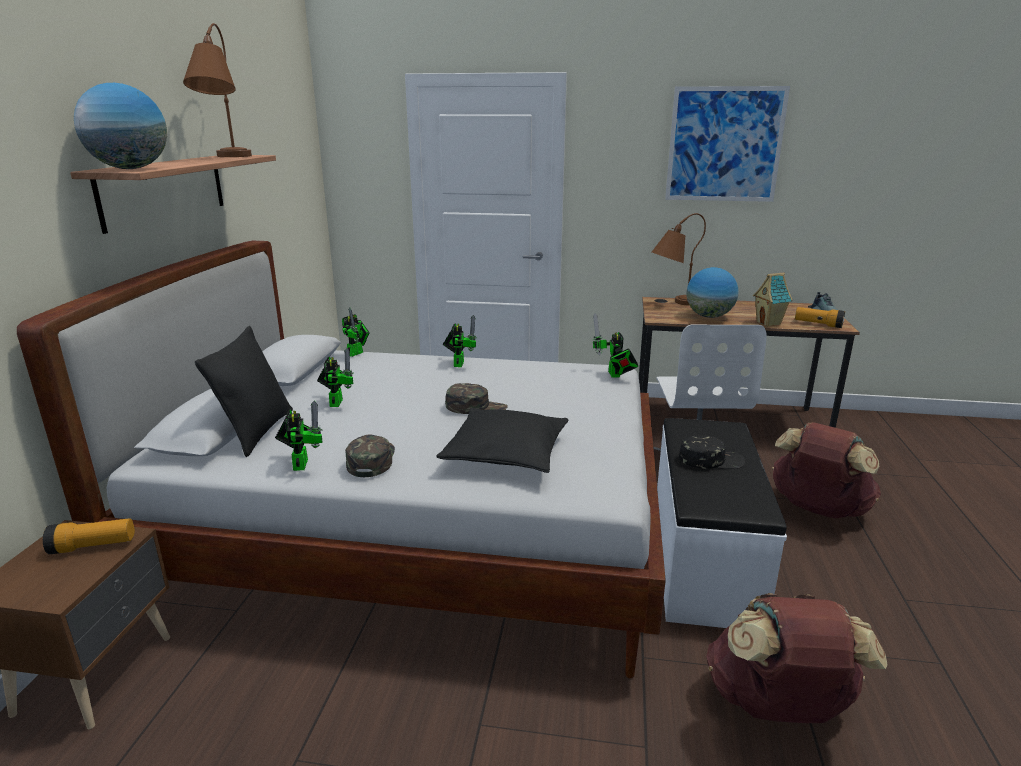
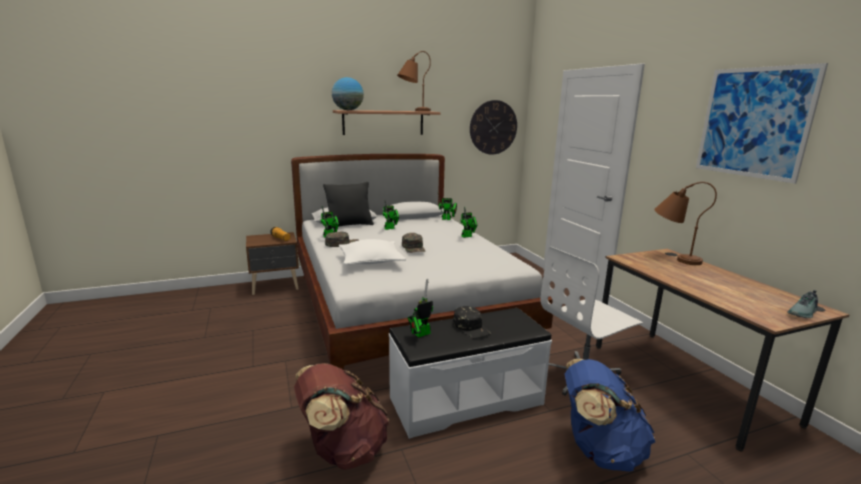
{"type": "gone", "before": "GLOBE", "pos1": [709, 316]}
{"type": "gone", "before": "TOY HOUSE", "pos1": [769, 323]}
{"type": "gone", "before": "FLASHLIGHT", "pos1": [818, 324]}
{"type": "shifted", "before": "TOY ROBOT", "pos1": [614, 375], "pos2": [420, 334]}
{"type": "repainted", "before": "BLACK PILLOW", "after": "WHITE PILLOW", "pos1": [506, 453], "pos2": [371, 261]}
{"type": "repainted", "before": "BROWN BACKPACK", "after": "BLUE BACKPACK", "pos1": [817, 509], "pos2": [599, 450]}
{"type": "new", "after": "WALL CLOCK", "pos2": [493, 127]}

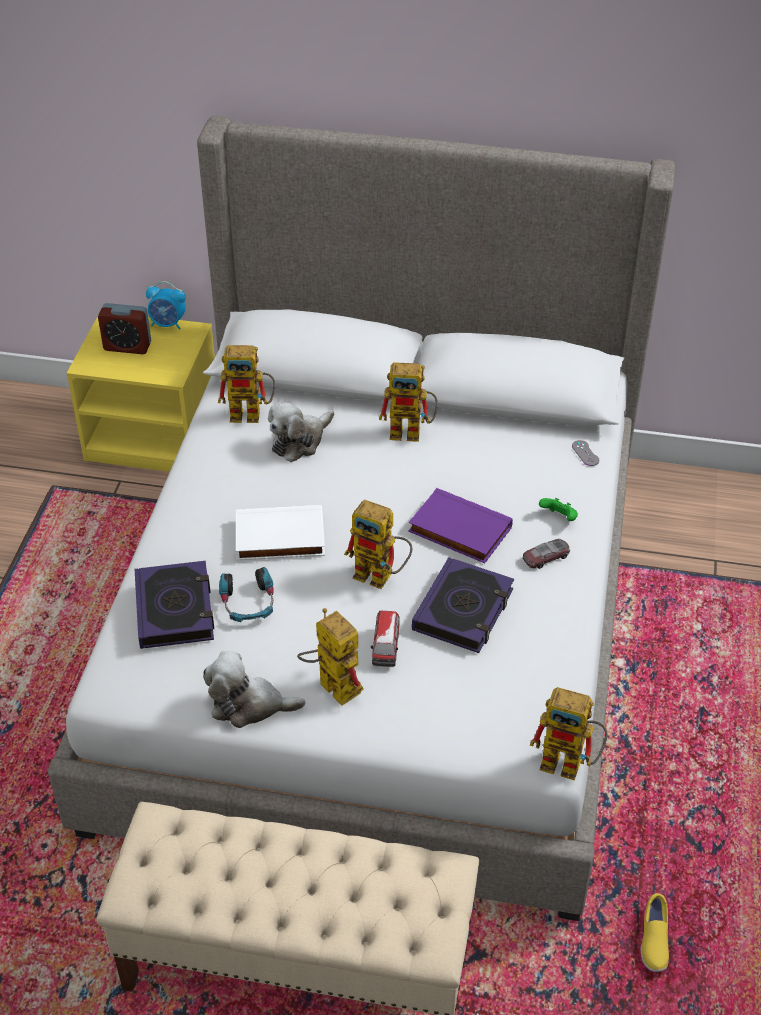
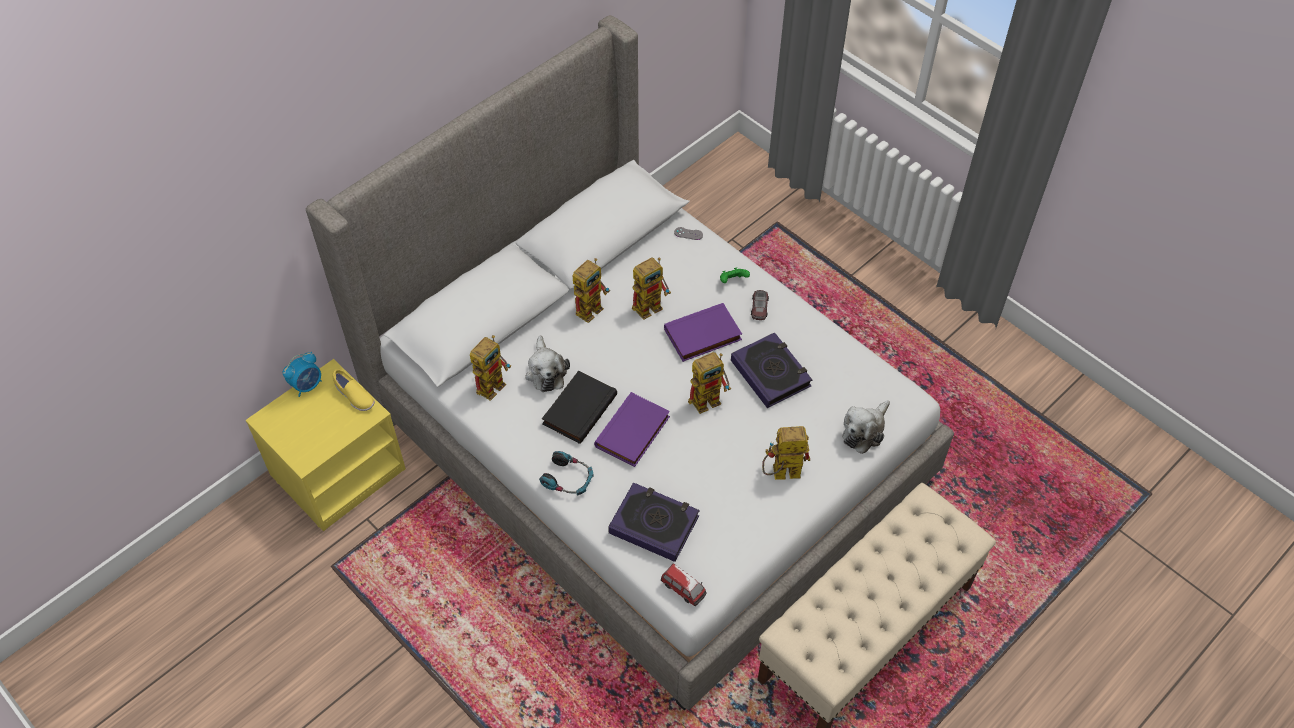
{"type": "gone", "before": "ALARM CLOCK", "pos1": [127, 346]}
{"type": "repainted", "before": "WHITE BOOK", "after": "PURPLE BOOK", "pos1": [279, 539], "pos2": [633, 433]}
{"type": "shifted", "before": "HEADPHONES", "pos1": [248, 603], "pos2": [568, 479]}
{"type": "shifted", "before": "TOY CAR", "pos1": [386, 648], "pos2": [683, 589]}
{"type": "shifted", "before": "PLUSH TOY", "pos1": [249, 705], "pos2": [864, 431]}
{"type": "shifted", "before": "TOY ROBOT", "pos1": [570, 764], "pos2": [651, 304]}
{"type": "shifted", "before": "YELLOW SHOE", "pos1": [653, 941], "pos2": [354, 397]}
{"type": "new", "after": "BLACK BOOK", "pos2": [578, 408]}

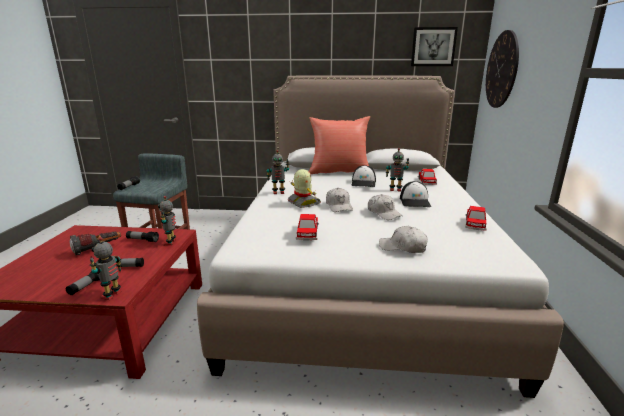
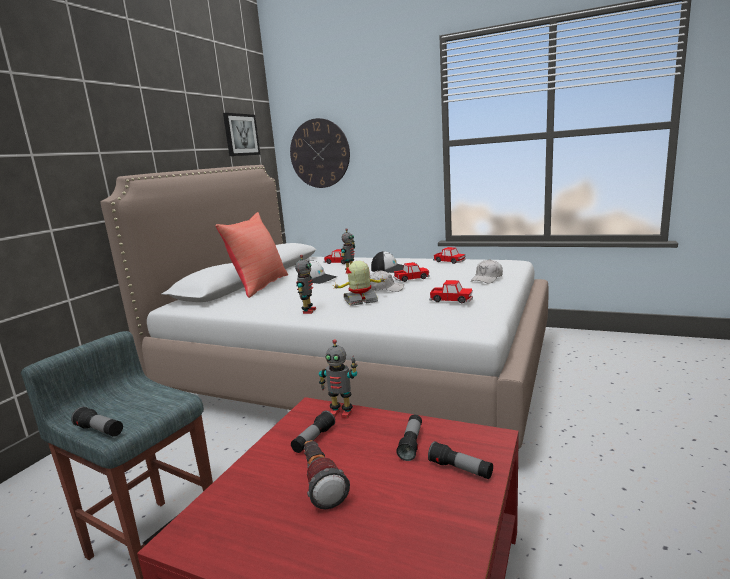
{"type": "swapped", "before": "WHITE CAP", "after": "TOY CAR", "pos1": [384, 213], "pos2": [411, 278]}
{"type": "gone", "before": "TOY ROBOT", "pos1": [112, 295]}

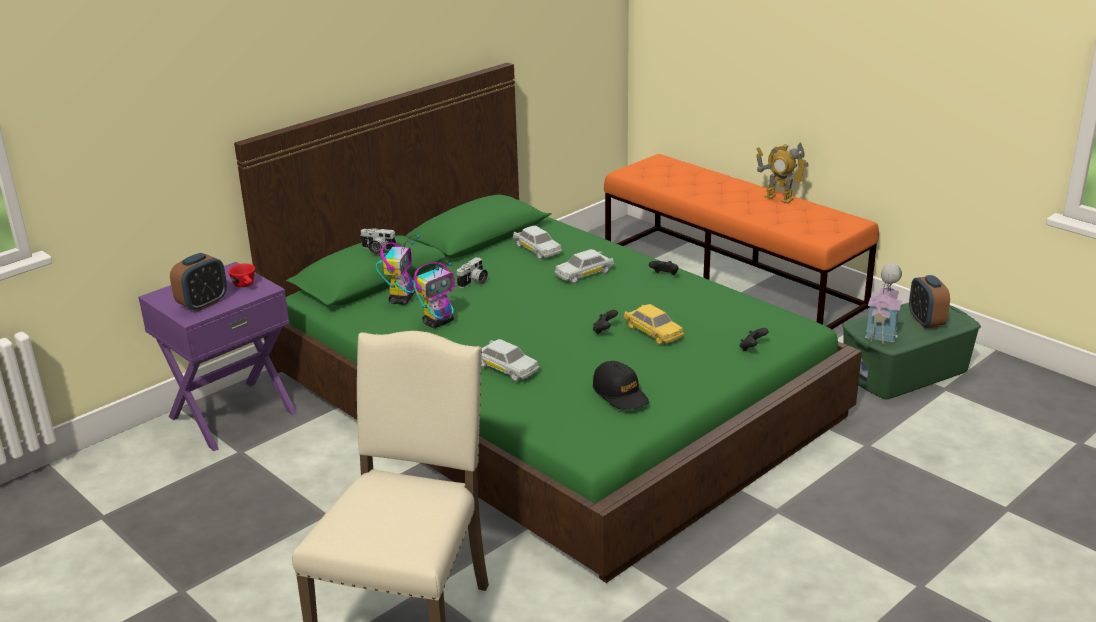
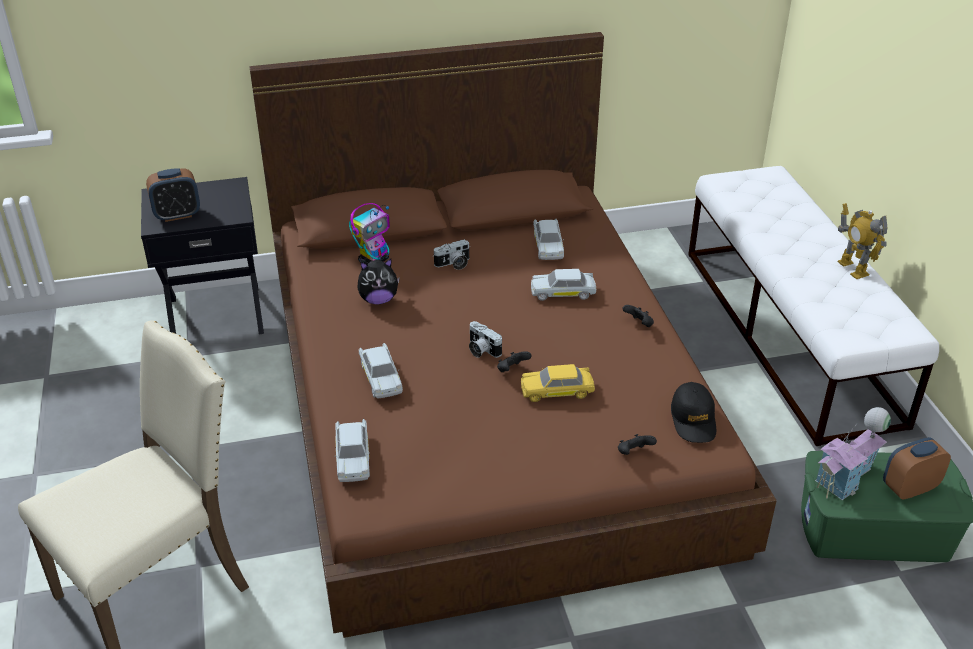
{"type": "repainted", "before": "GREEN BED", "after": "BROWN BED", "pos1": [549, 392], "pos2": [486, 400]}
{"type": "repainted", "before": "ORANGE BENCH", "after": "WHITE BENCH", "pos1": [731, 278], "pos2": [790, 334]}
{"type": "shifted", "before": "PHOTO CAMERA", "pos1": [377, 250], "pos2": [481, 350]}
{"type": "swapped", "before": "TOY ROBOT", "after": "PLUSH TOY", "pos1": [438, 322], "pos2": [378, 300]}
{"type": "repainted", "before": "PURPLE NIGHTSTAND", "after": "BLACK NIGHTSTAND", "pos1": [231, 414], "pos2": [216, 314]}
{"type": "gone", "before": "RED CUP", "pos1": [245, 285]}
{"type": "rotated", "before": "ALARM CLOCK", "pos1": [926, 321], "pos2": [909, 488], "turn": 45}
{"type": "rotated", "before": "YELLOW TOY CAR", "pos1": [653, 332], "pos2": [557, 390], "turn": 90}
{"type": "shifted", "before": "BLACK CAP", "pos1": [620, 394], "pos2": [693, 419]}
{"type": "new", "after": "WHITE TOY CAR", "pos2": [353, 457]}

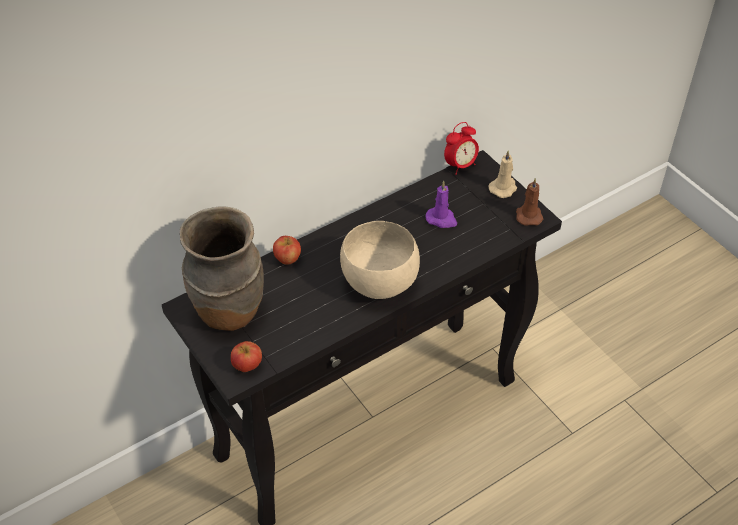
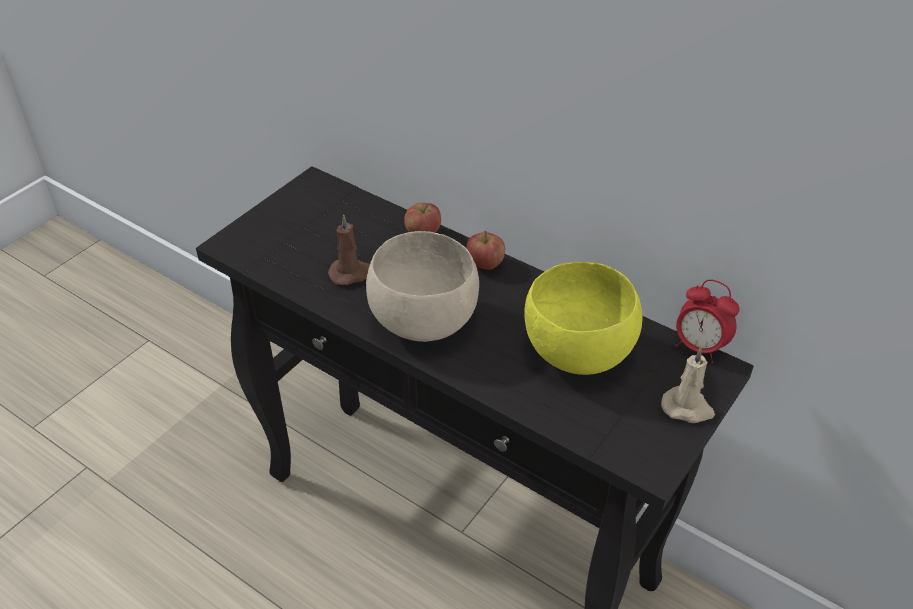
{"type": "shifted", "before": "BROWN CANDLE", "pos1": [528, 215], "pos2": [351, 273]}
{"type": "swapped", "before": "PURPLE CANDLE", "after": "YELLOW BOWL", "pos1": [442, 219], "pos2": [576, 354]}
{"type": "gone", "before": "BROWN VASE", "pos1": [228, 311]}
{"type": "shifted", "before": "APPLE", "pos1": [247, 365], "pos2": [485, 264]}

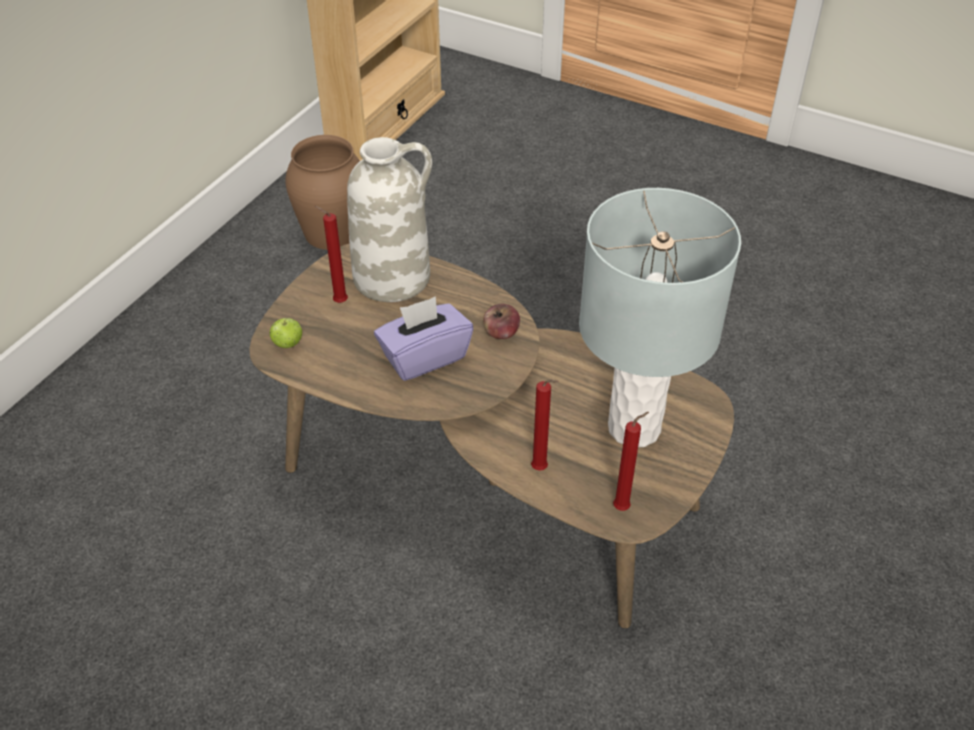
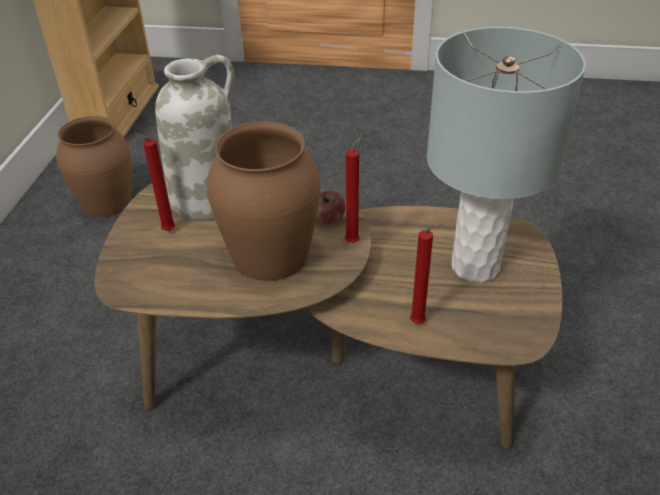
{"type": "swapped", "before": "PURPLE TISSUE BOX", "after": "BROWN VASE", "pos1": [424, 357], "pos2": [270, 255]}
{"type": "gone", "before": "APPLE", "pos1": [288, 344]}
{"type": "shifted", "before": "RED CANDLE", "pos1": [624, 507], "pos2": [354, 241]}

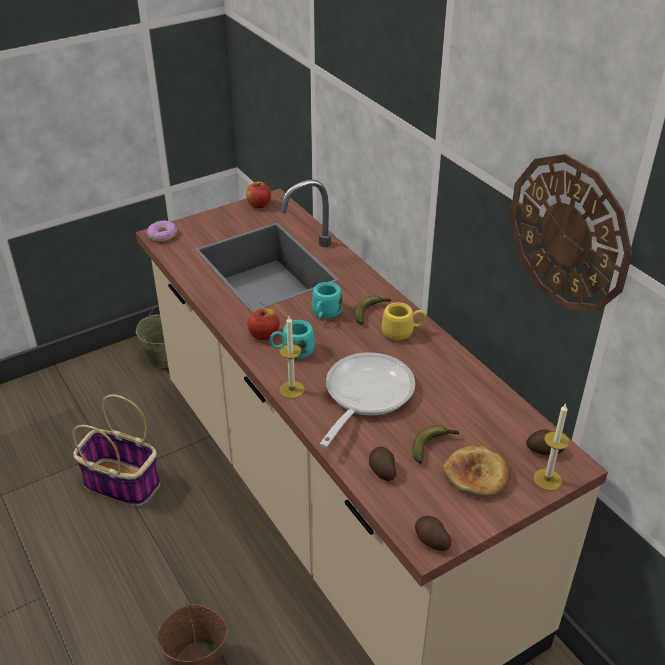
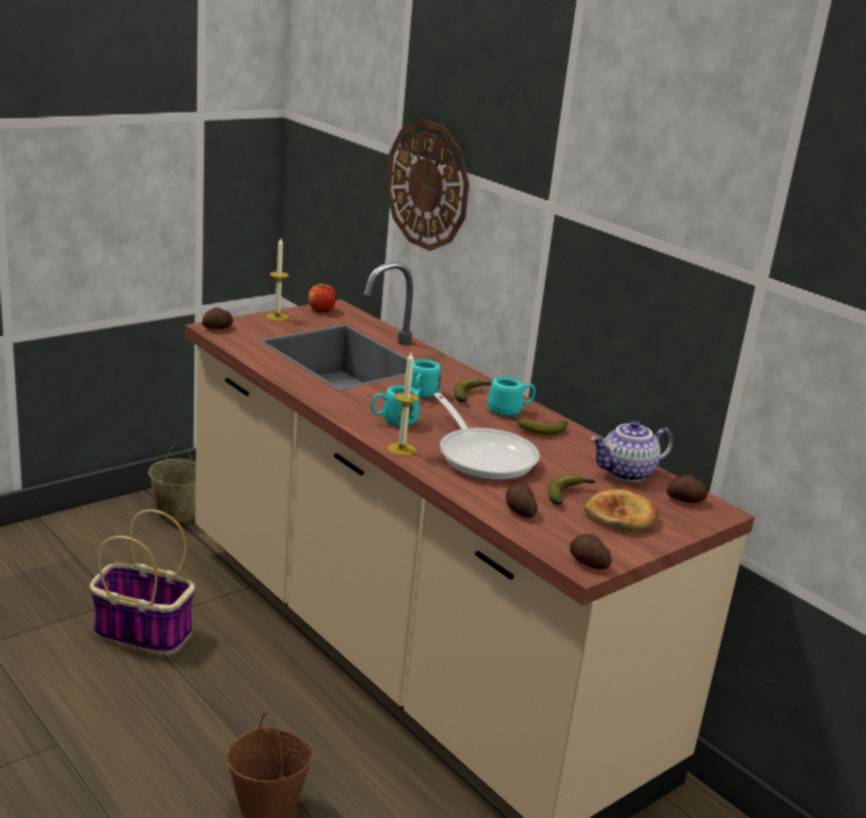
{"type": "shifted", "before": "WALL CLOCK", "pos1": [569, 233], "pos2": [427, 185]}
{"type": "swapped", "before": "DONUT", "after": "POTATO", "pos1": [162, 235], "pos2": [218, 328]}
{"type": "repainted", "before": "YELLOW MUG", "after": "TURQUOISE MUG", "pos1": [402, 332], "pos2": [510, 410]}
{"type": "gone", "before": "APPLE", "pos1": [264, 334]}
{"type": "rotated", "before": "FRYING PAN", "pos1": [365, 395], "pos2": [483, 456], "turn": 135}
{"type": "shifted", "before": "CANDLE", "pos1": [547, 479], "pos2": [277, 317]}
{"type": "new", "after": "BANANA", "pos2": [537, 430]}
{"type": "new", "after": "TEAPOT", "pos2": [627, 473]}

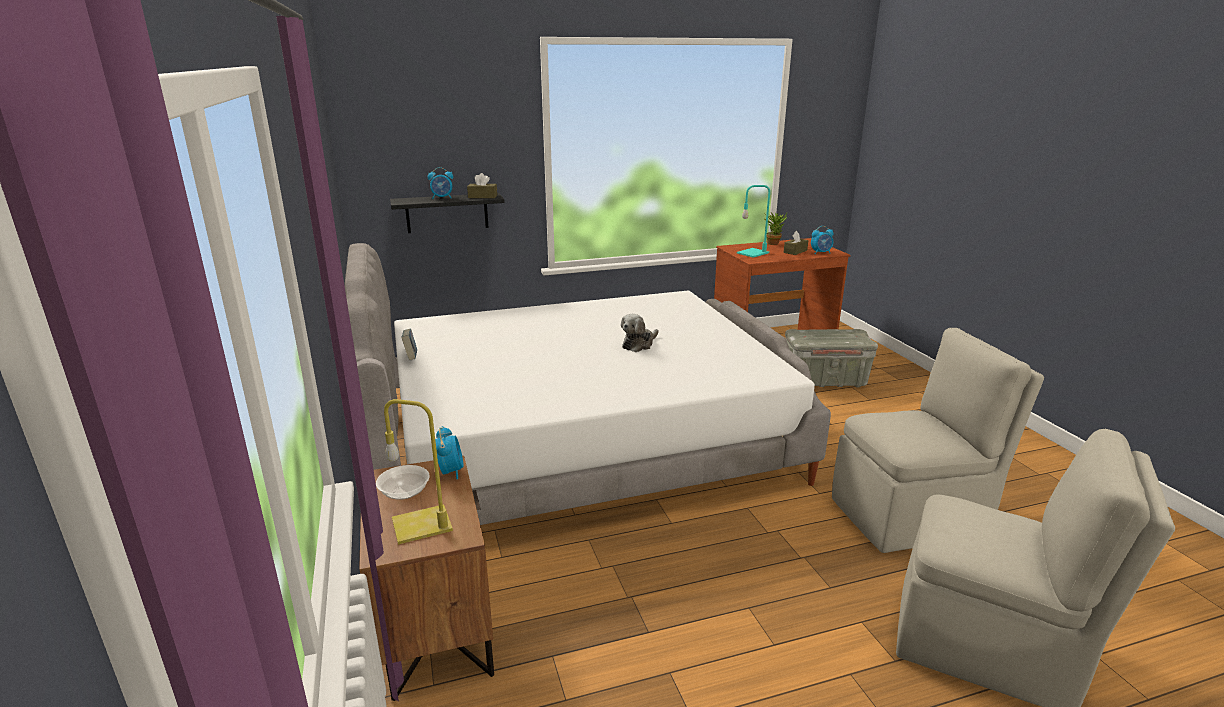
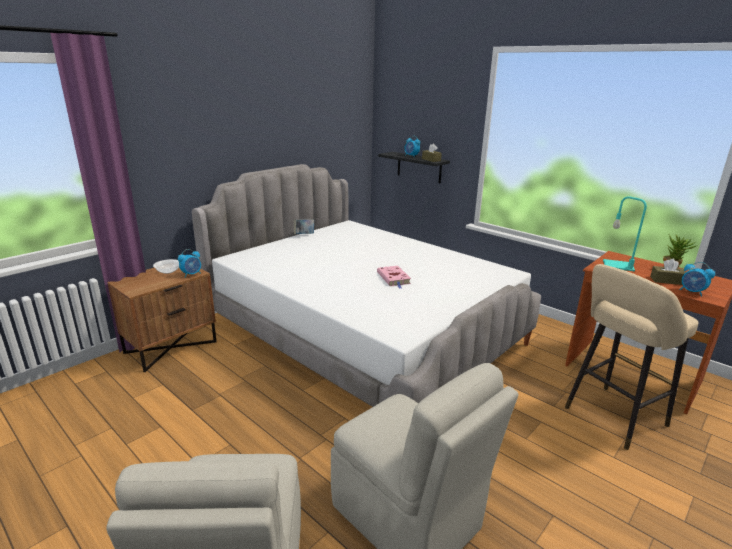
{"type": "swapped", "before": "PLUSH TOY", "after": "PINK BOOK", "pos1": [639, 344], "pos2": [394, 279]}
{"type": "swapped", "before": "GREY STORAGE BOX", "after": "BEIGE STOOL", "pos1": [824, 380], "pos2": [611, 418]}
{"type": "gone", "before": "YELLOW TABLE LAMP", "pos1": [423, 524]}

